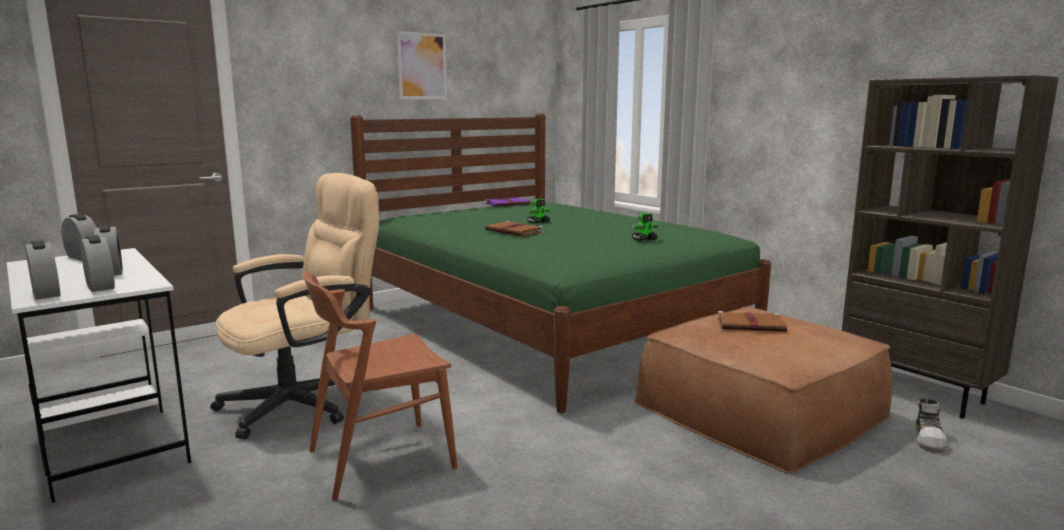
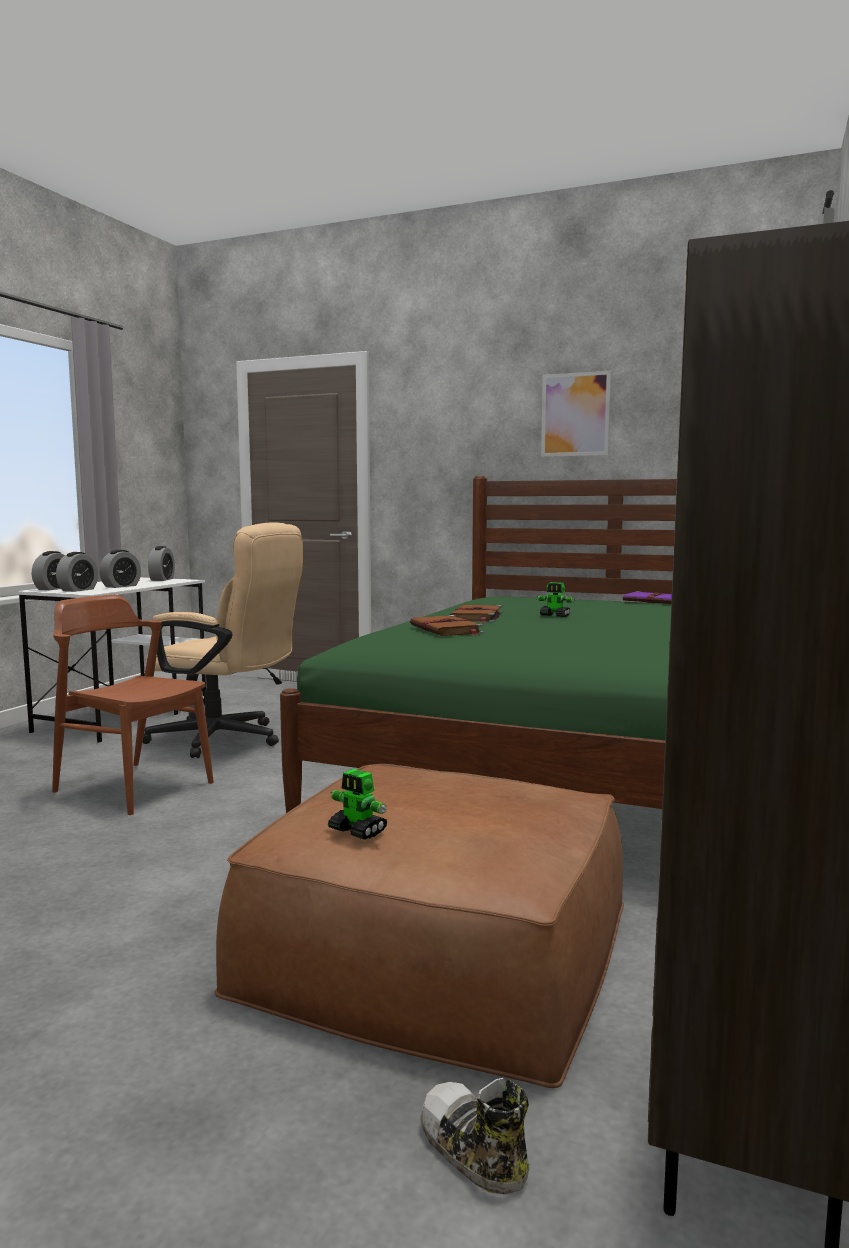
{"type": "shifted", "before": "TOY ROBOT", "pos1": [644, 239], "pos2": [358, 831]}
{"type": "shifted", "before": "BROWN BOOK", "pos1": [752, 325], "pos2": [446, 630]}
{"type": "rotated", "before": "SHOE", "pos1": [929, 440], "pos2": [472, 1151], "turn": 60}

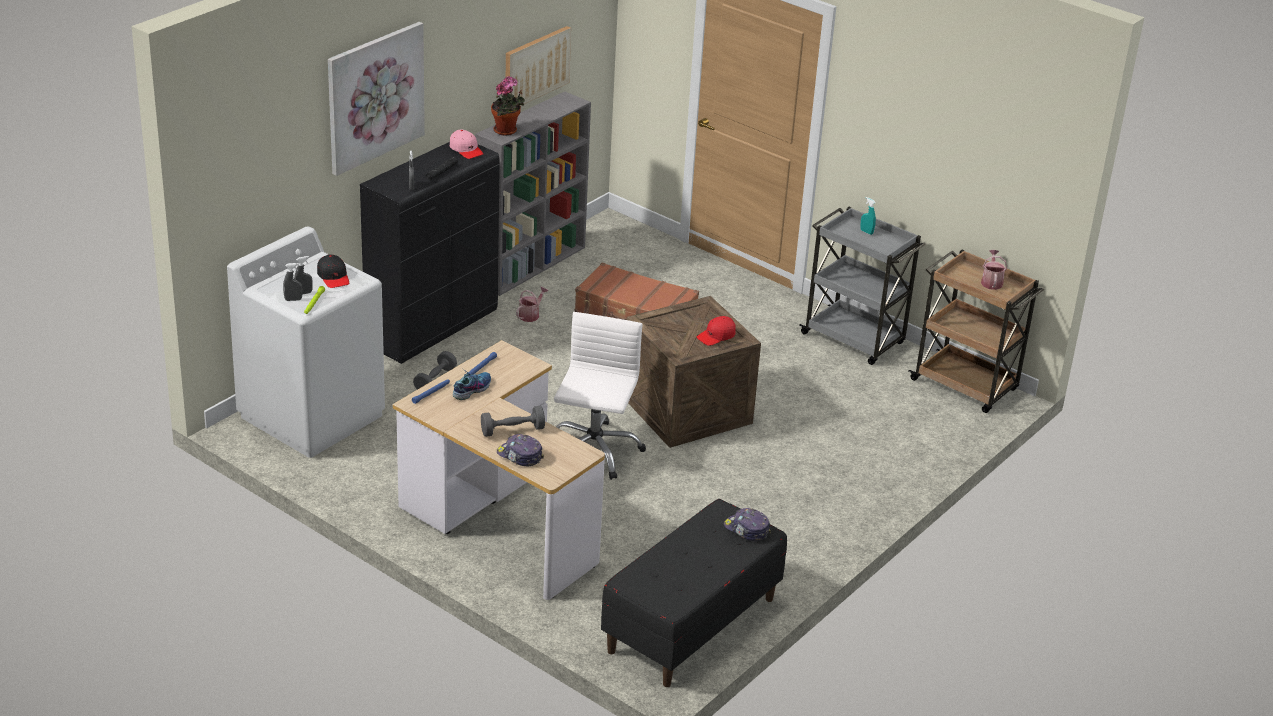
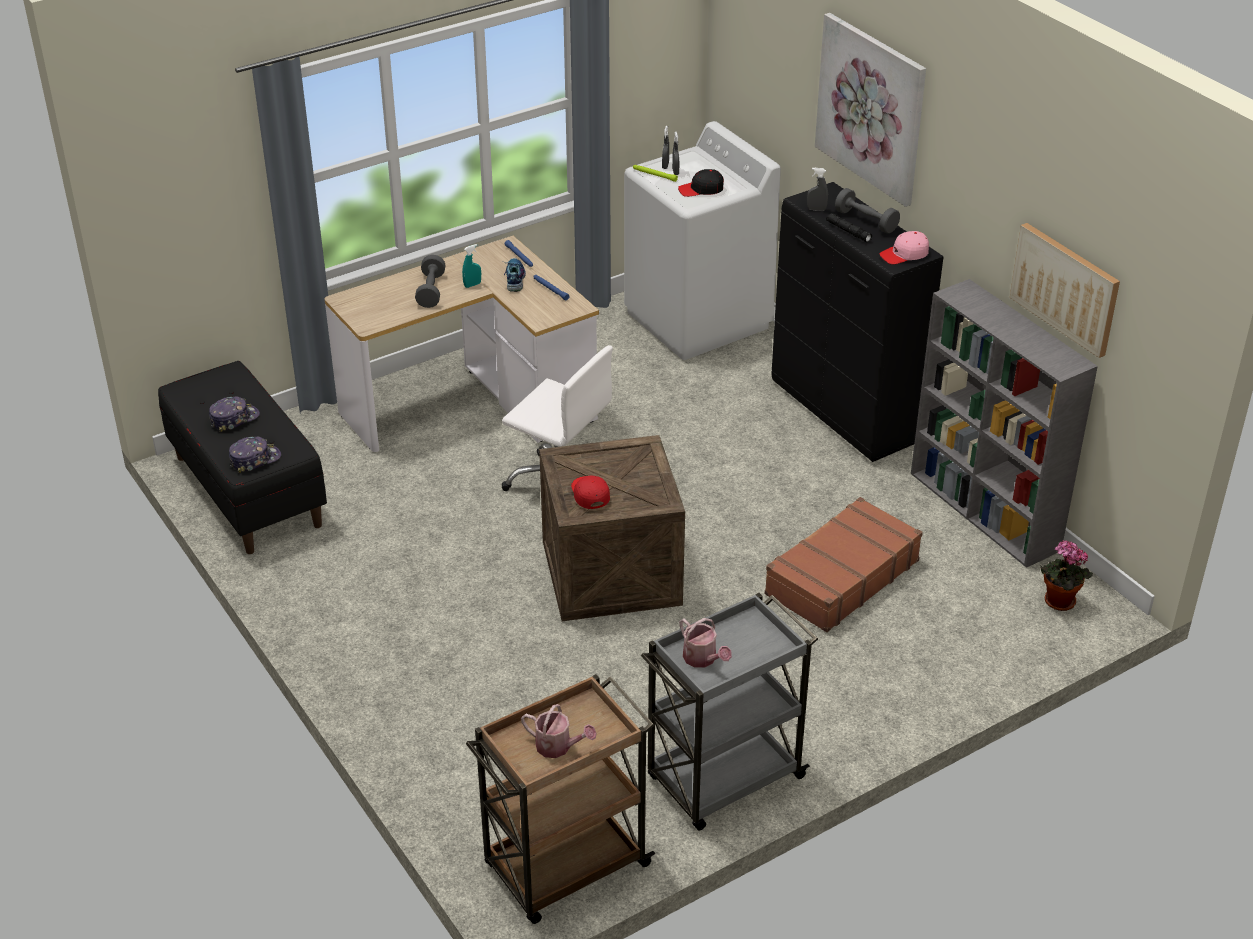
{"type": "shifted", "before": "POTTED PLANT", "pos1": [507, 131], "pos2": [1058, 603]}
{"type": "shifted", "before": "TURQUOISE SPRAY BOTTLE", "pos1": [866, 232], "pos2": [472, 285]}
{"type": "shifted", "before": "WATERING CAN", "pos1": [531, 315], "pos2": [702, 659]}
{"type": "shifted", "before": "GREY DUMBBELL", "pos1": [435, 380], "pos2": [866, 221]}
{"type": "rotated", "before": "SHOE", "pos1": [471, 389], "pos2": [514, 279], "turn": -150}
{"type": "shifted", "before": "CAP", "pos1": [519, 456], "pos2": [234, 419]}

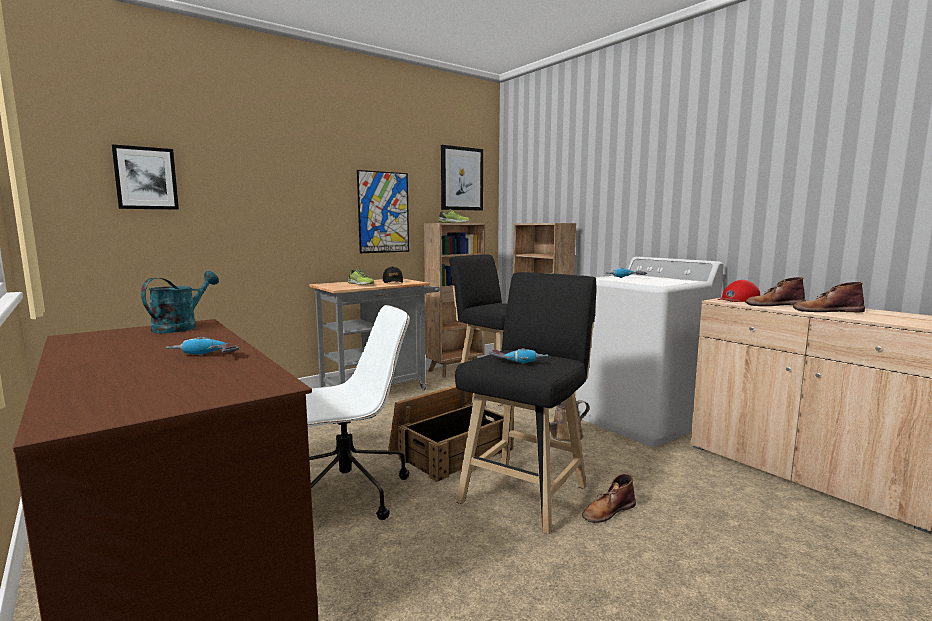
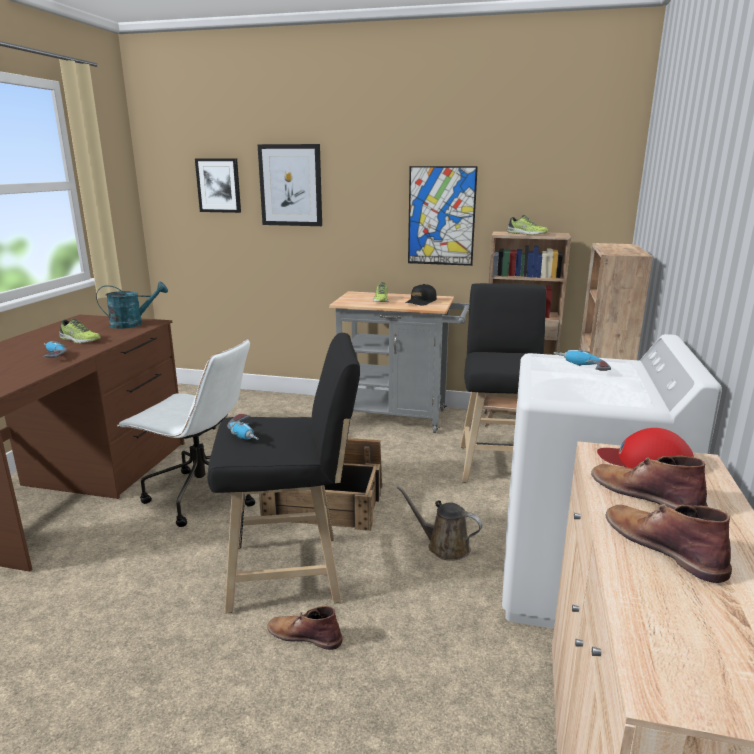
{"type": "shifted", "before": "PICTURE", "pos1": [461, 179], "pos2": [291, 185]}
{"type": "new", "after": "SHOE", "pos2": [79, 340]}

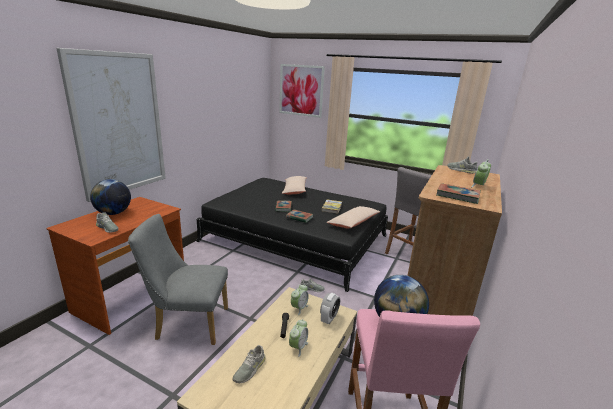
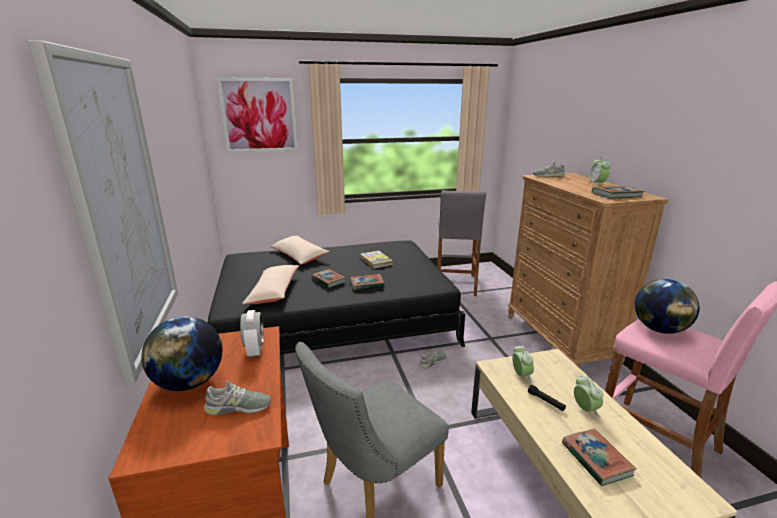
{"type": "shifted", "before": "BEIGE PILLOW", "pos1": [353, 223], "pos2": [274, 291]}
{"type": "shifted", "before": "ALARM CLOCK", "pos1": [329, 318], "pos2": [255, 350]}
{"type": "swapped", "before": "GREY SHOE", "after": "BOOK", "pos1": [249, 369], "pos2": [596, 459]}

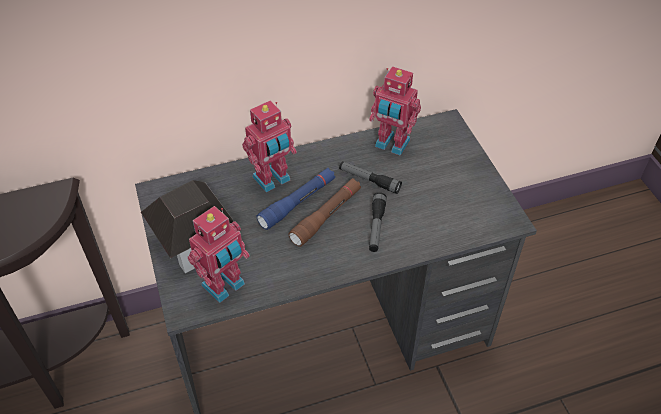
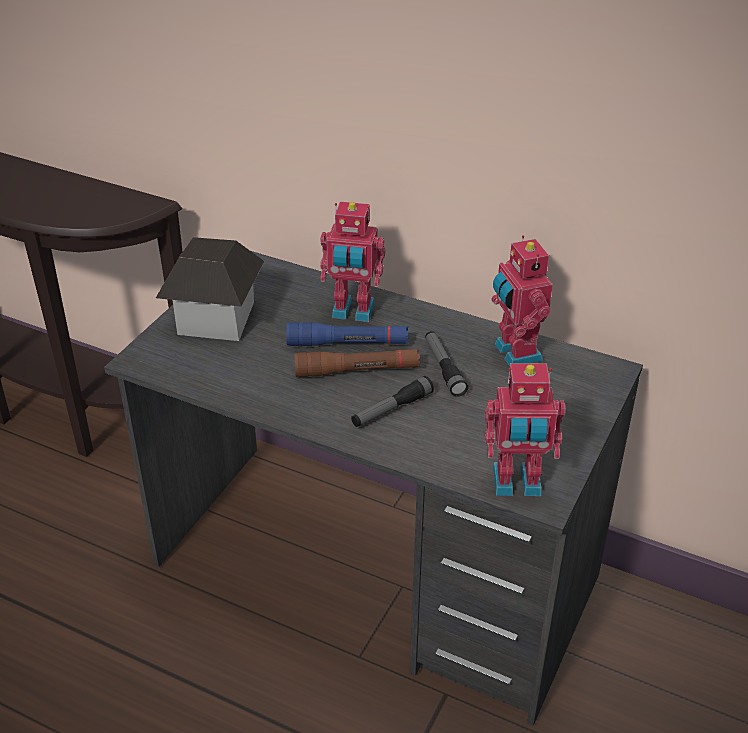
{"type": "shifted", "before": "TOY ROBOT", "pos1": [225, 286], "pos2": [517, 484]}

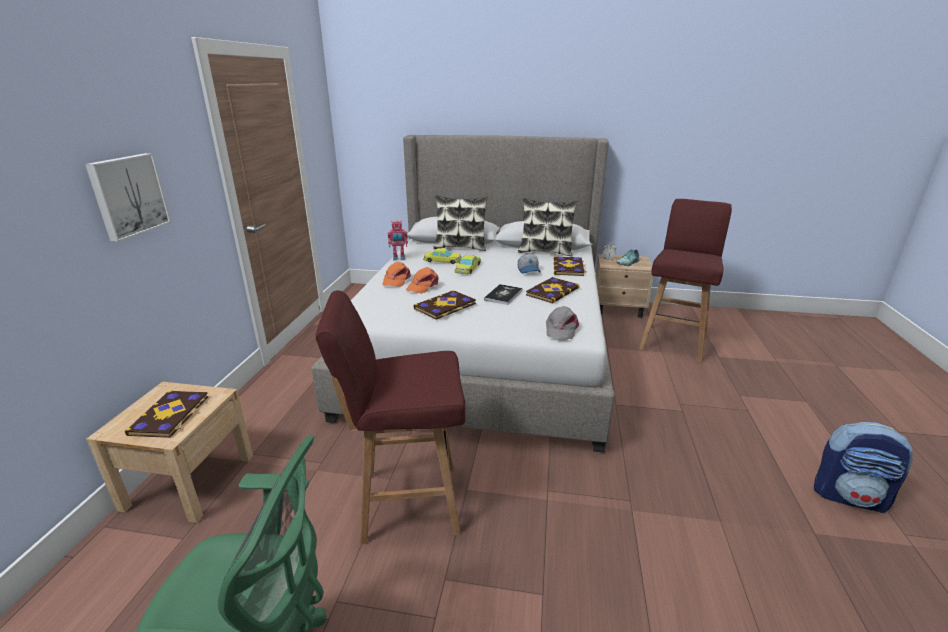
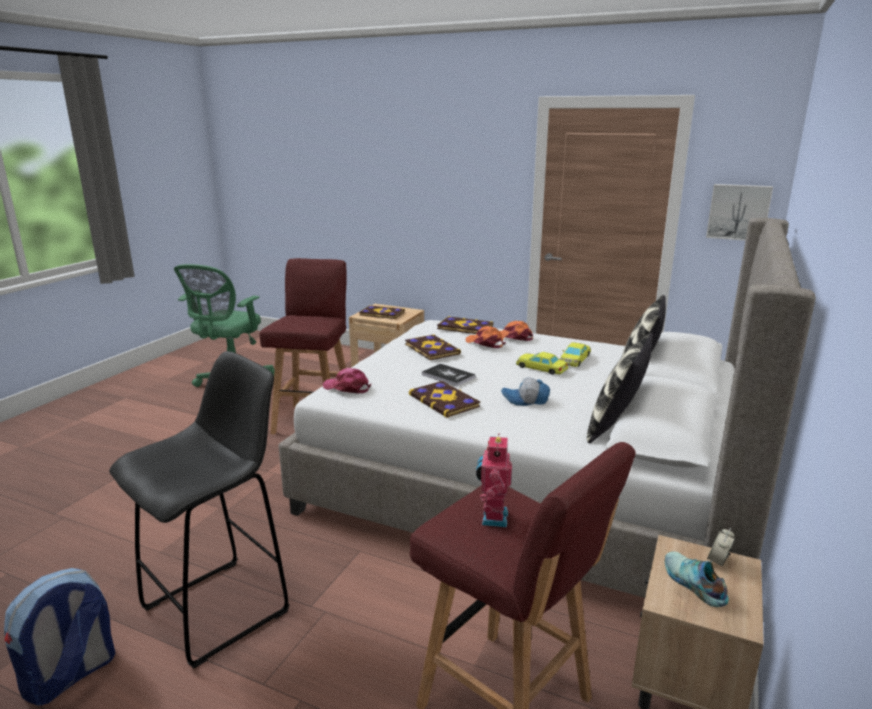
{"type": "shifted", "before": "PICTURE", "pos1": [128, 195], "pos2": [738, 212]}
{"type": "shifted", "before": "TOY ROBOT", "pos1": [399, 258], "pos2": [492, 517]}
{"type": "shifted", "before": "BOOK", "pos1": [569, 267], "pos2": [464, 327]}
{"type": "repainted", "before": "GREY CAP", "after": "PINK CAP", "pos1": [561, 329], "pos2": [347, 387]}
{"type": "new", "after": "BLACK STOOL", "pos2": [220, 607]}

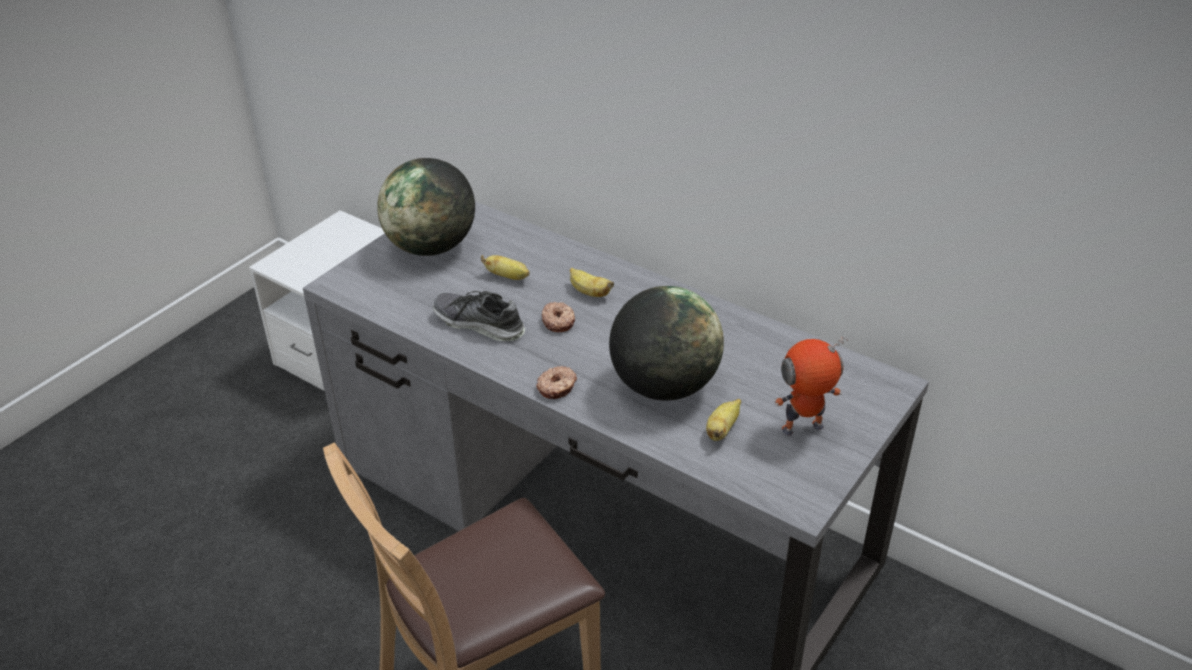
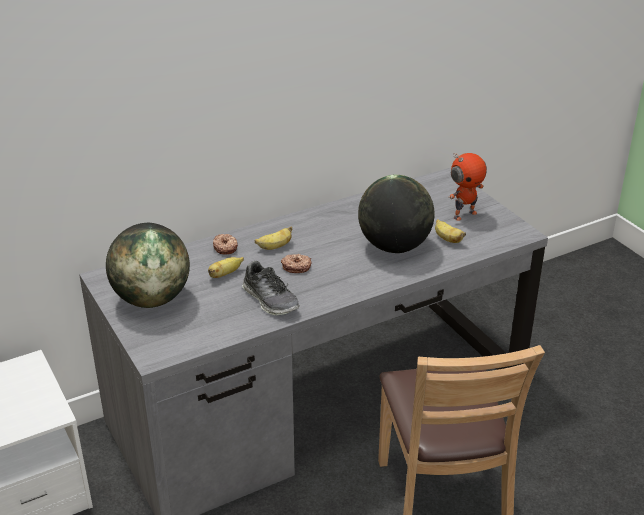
{"type": "rotated", "before": "SHOE", "pos1": [479, 324], "pos2": [270, 300], "turn": -90}
{"type": "rotated", "before": "TOY ROBOT", "pos1": [803, 429], "pos2": [464, 214], "turn": -135}
{"type": "shifted", "before": "DONUT", "pos1": [557, 387], "pos2": [225, 247]}

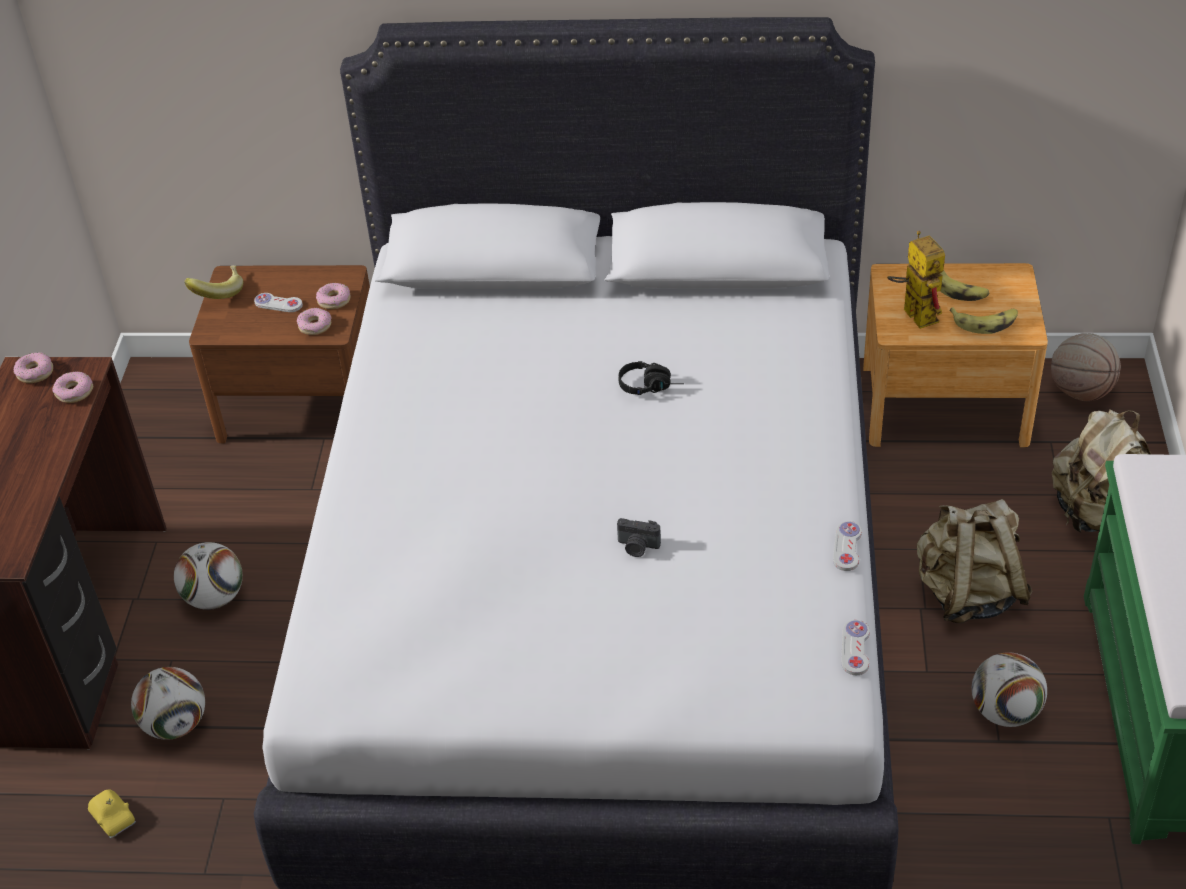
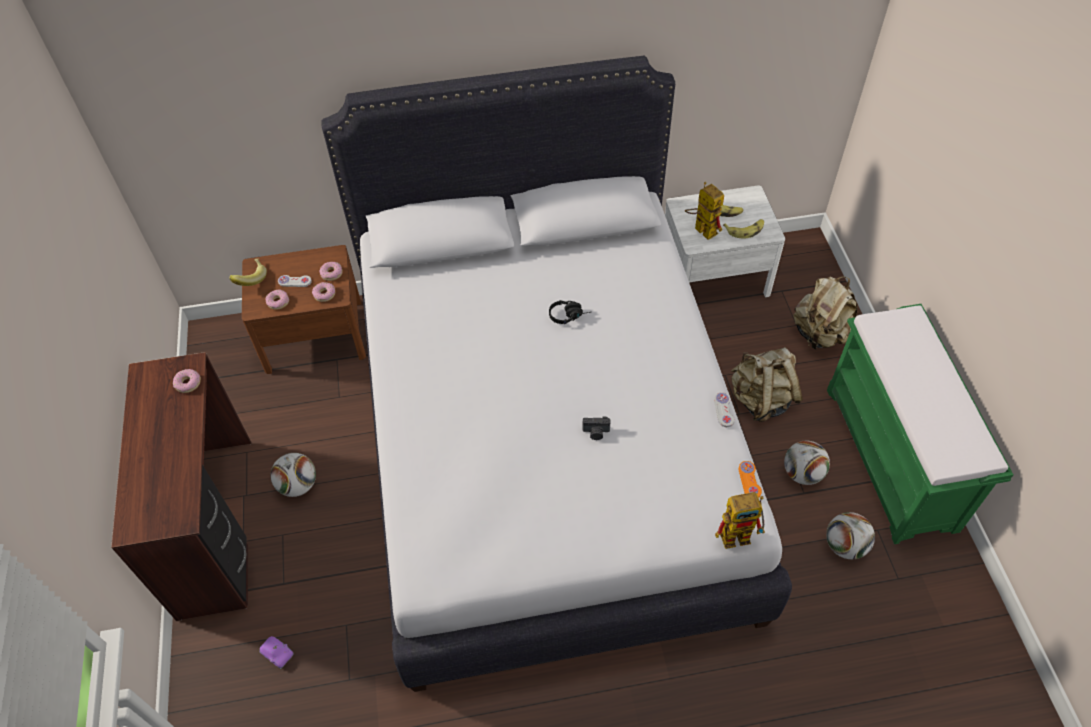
{"type": "repainted", "before": "BROWN NIGHTSTAND", "after": "WHITE NIGHTSTAND", "pos1": [944, 404], "pos2": [714, 275]}
{"type": "gone", "before": "BASKETBALL", "pos1": [1080, 391]}
{"type": "shifted", "before": "DONUT", "pos1": [35, 372], "pos2": [278, 302]}
{"type": "repainted", "before": "WHITE GAME CONTROLLER", "after": "ORANGE GAME CONTROLLER", "pos1": [855, 649], "pos2": [749, 480]}
{"type": "shifted", "before": "FOOTBALL", "pos1": [176, 724], "pos2": [845, 545]}
{"type": "repainted", "before": "YELLOW TOY CAR", "after": "PURPLE TOY CAR", "pos1": [114, 818], "pos2": [278, 653]}
{"type": "new", "after": "TOY ROBOT", "pos2": [740, 533]}

